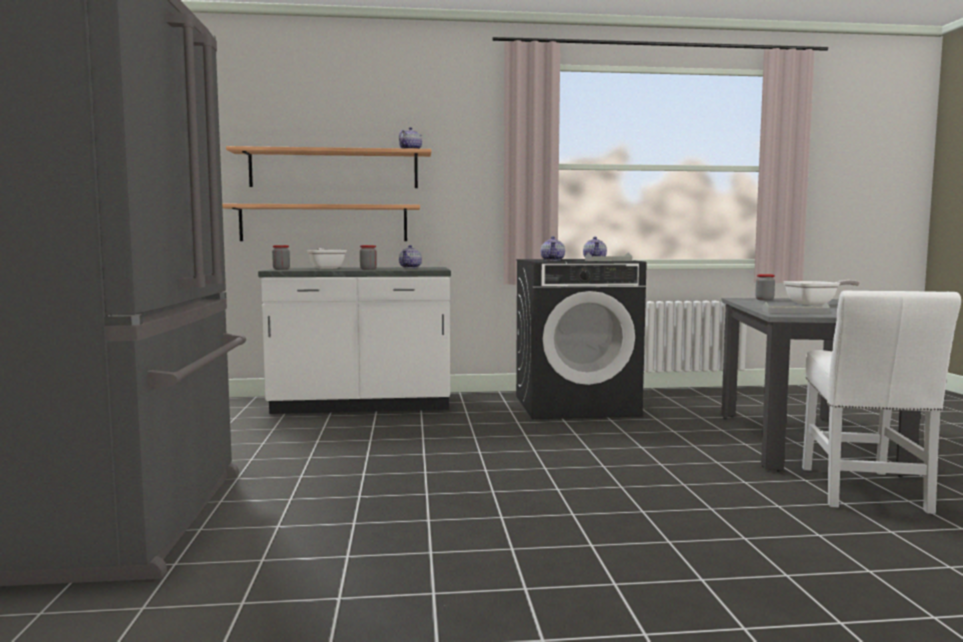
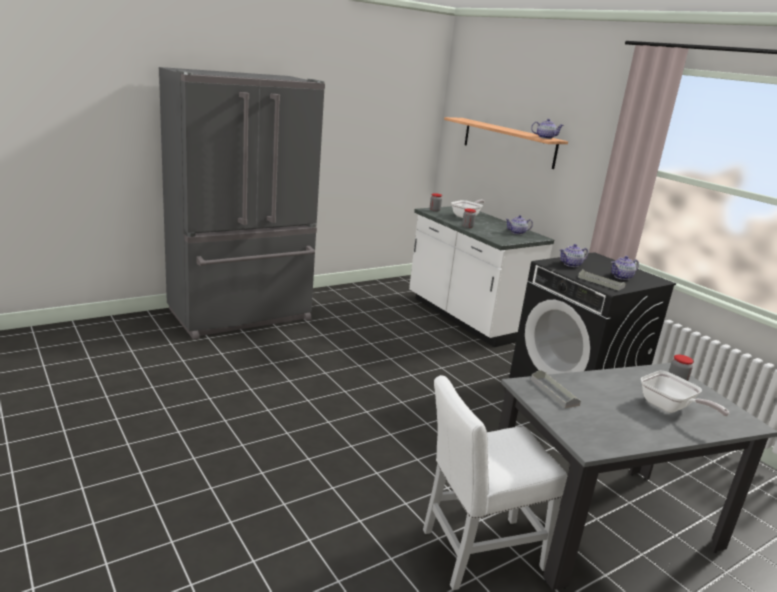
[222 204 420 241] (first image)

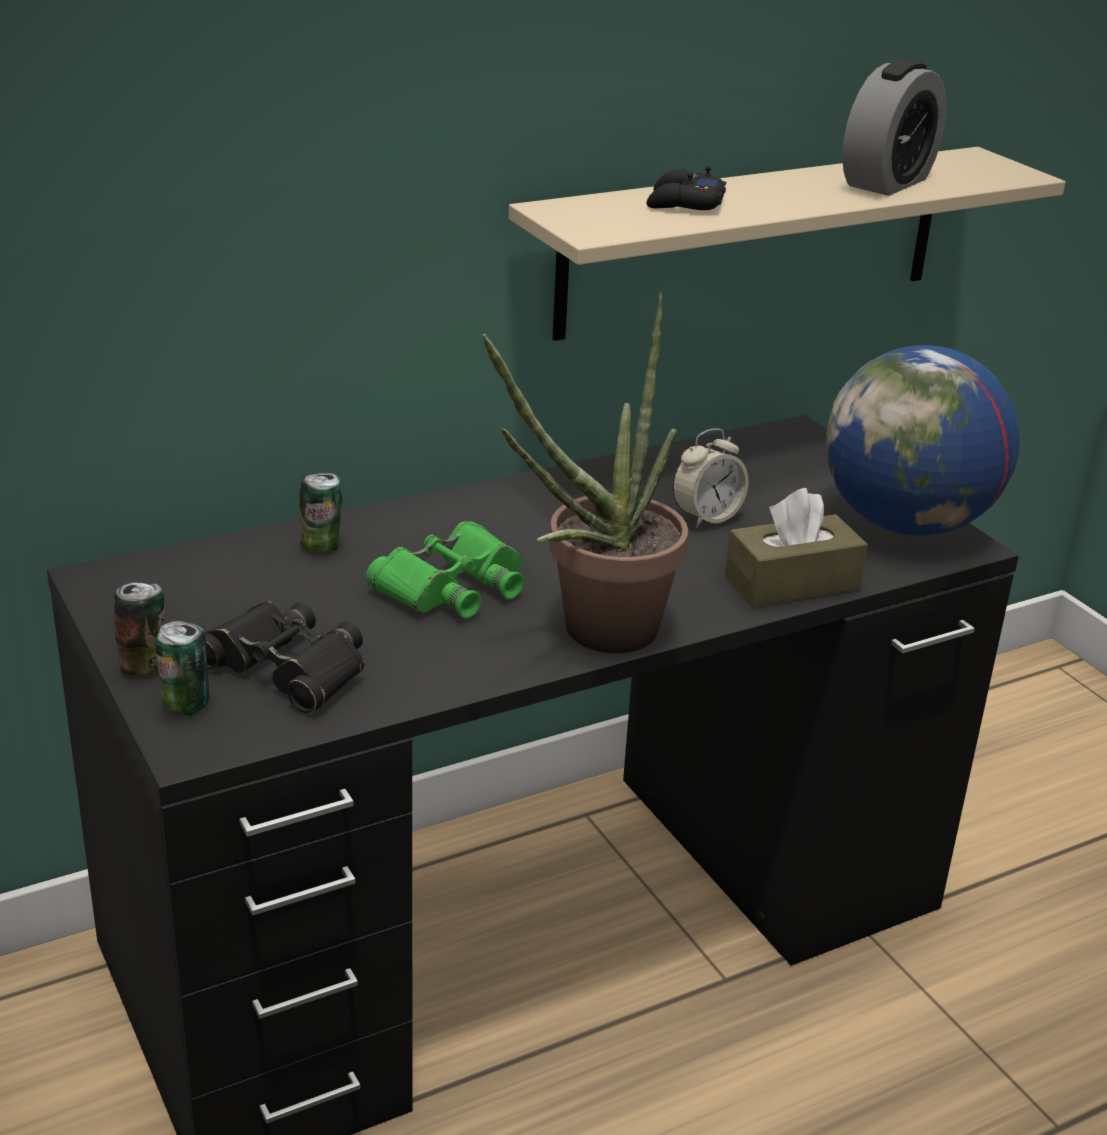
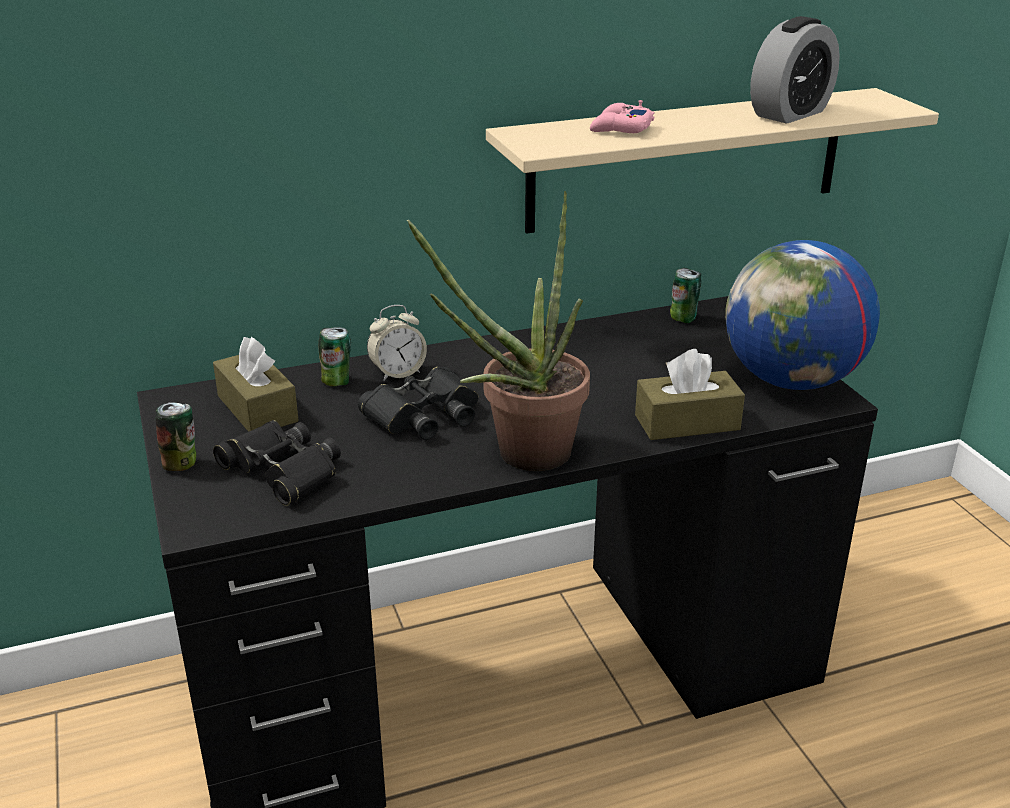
[213 337 299 432]
[670 268 701 323]
[367 305 427 381]
[358 367 479 440]
[590 100 655 133]

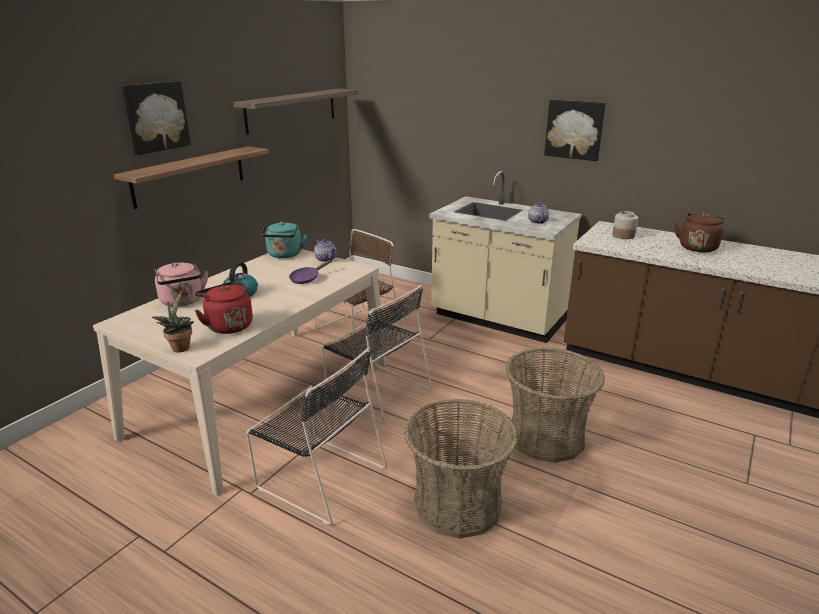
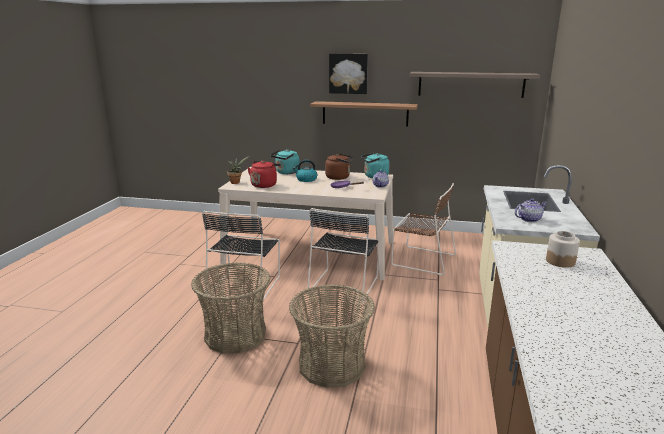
[544 100 606 161] (first image)
[325 153 352 180]
[270 149 300 174]

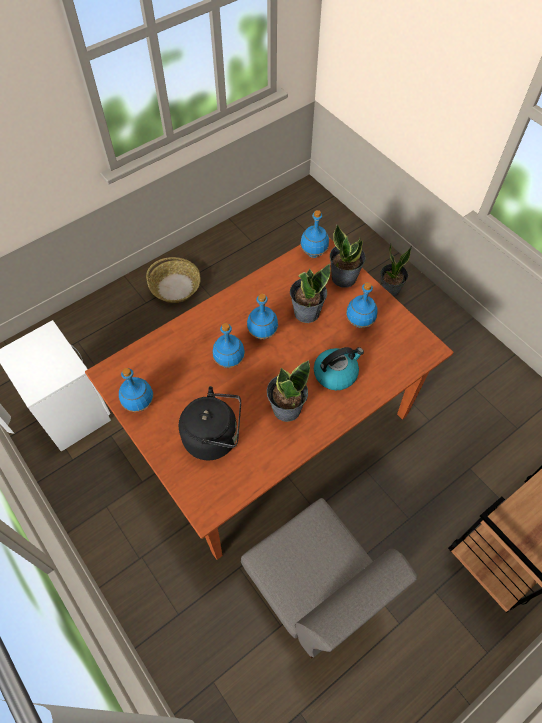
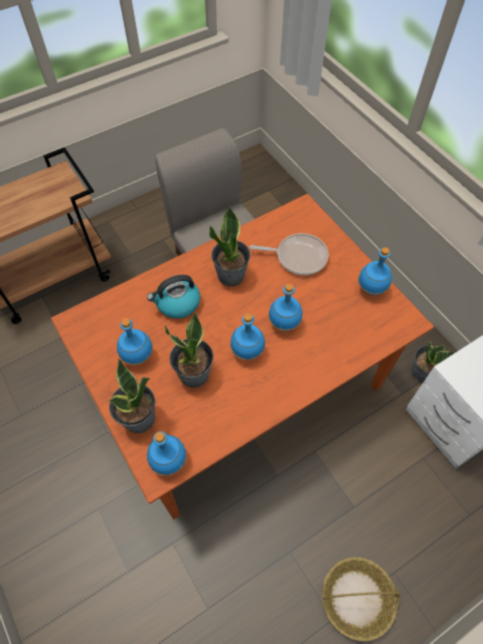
[411 342 455 382]
[250 233 329 275]

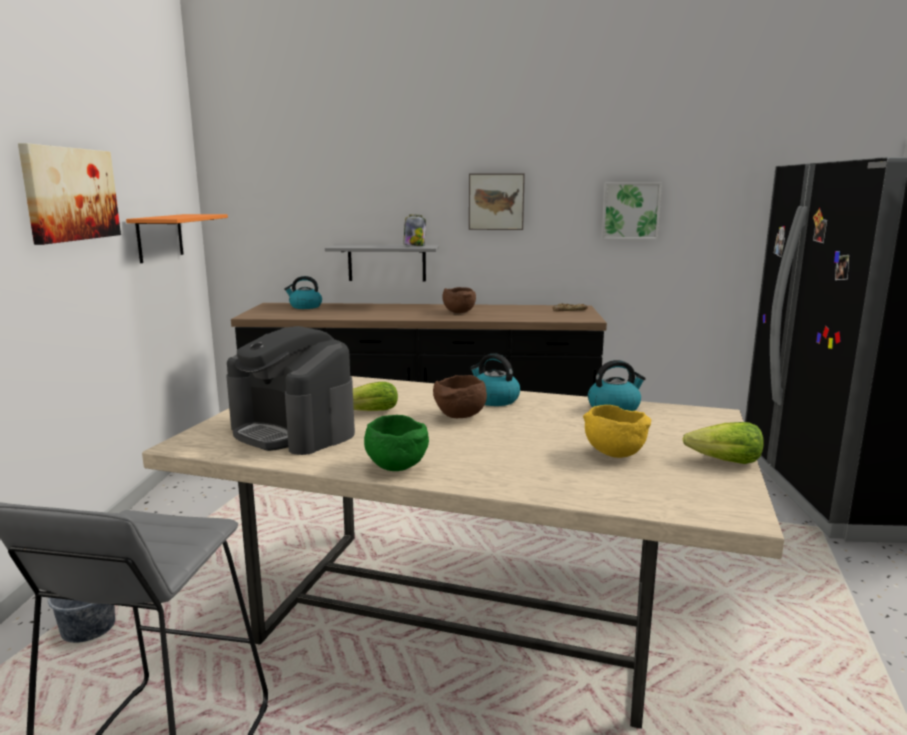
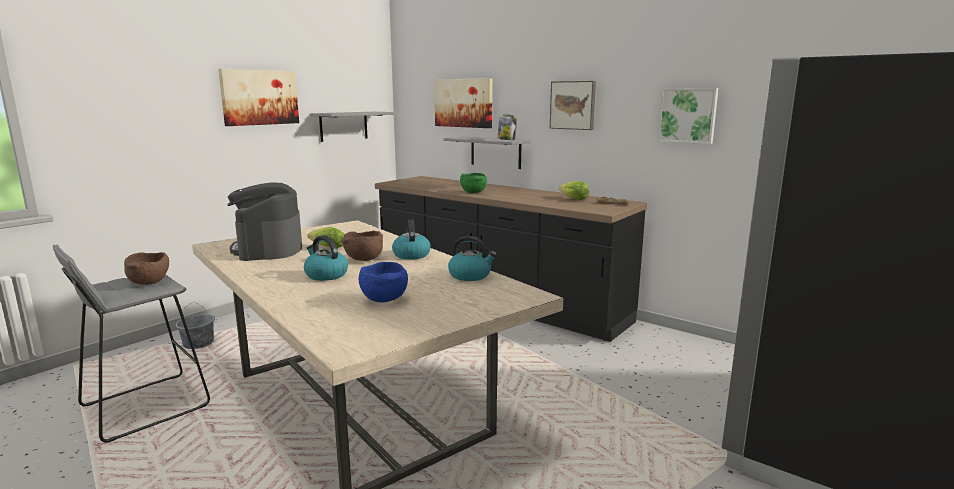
[434 78 492 128]
[304 235 348 281]
[460 173 487 193]
[124 252 169 285]
[559 181 589 200]
[310 112 394 142]
[359 262 408 302]

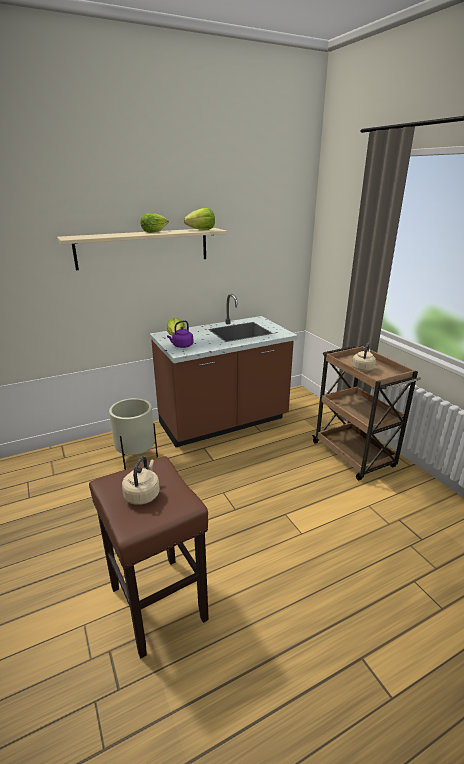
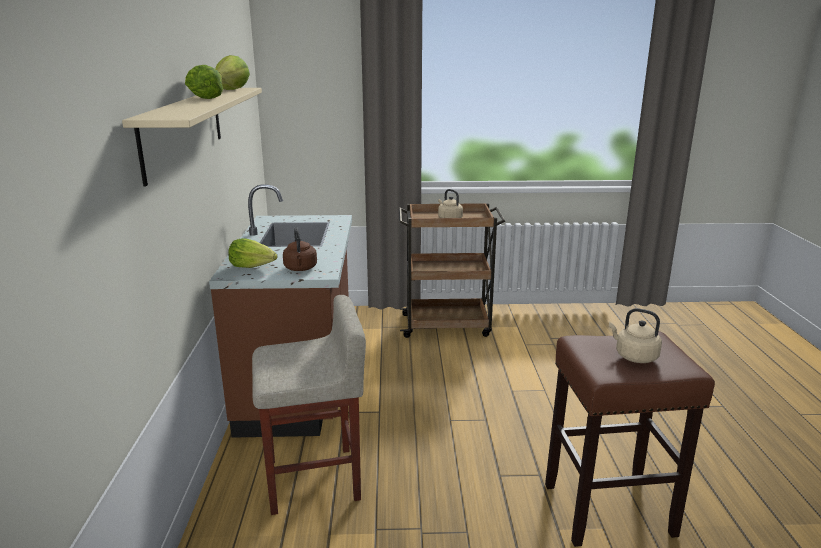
[252 295 366 515]
[283 227 317 271]

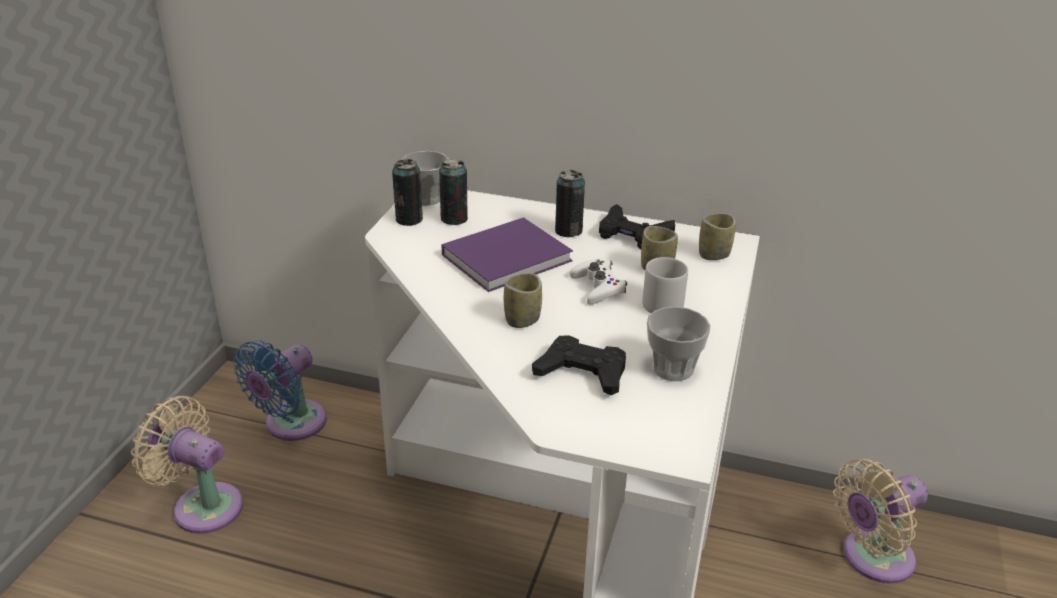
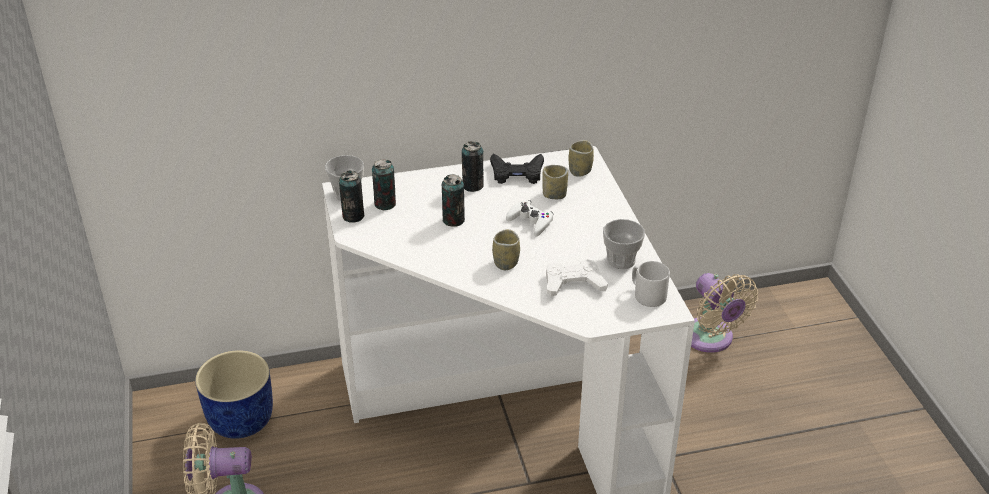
[632 261 670 307]
[195 350 273 439]
[442 174 465 227]
[546 259 608 297]
[691 273 758 353]

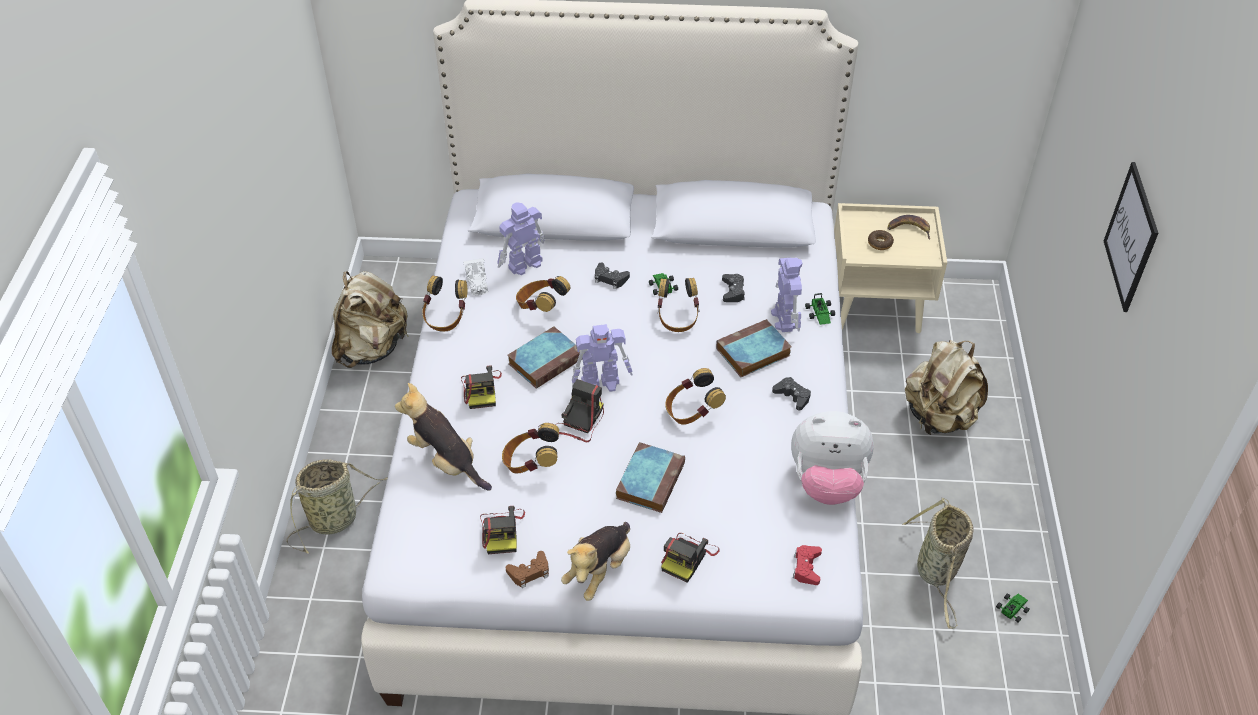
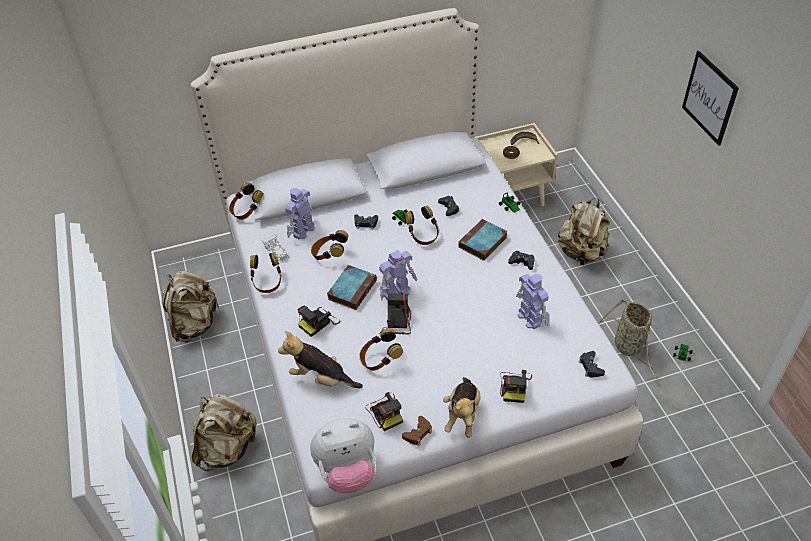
[616 442 685 513] (first image)
[229 182 264 220]
[516 274 549 329]
[310 418 375 493]
[192 394 257 471]
[579 351 605 378]
[297 305 341 337]

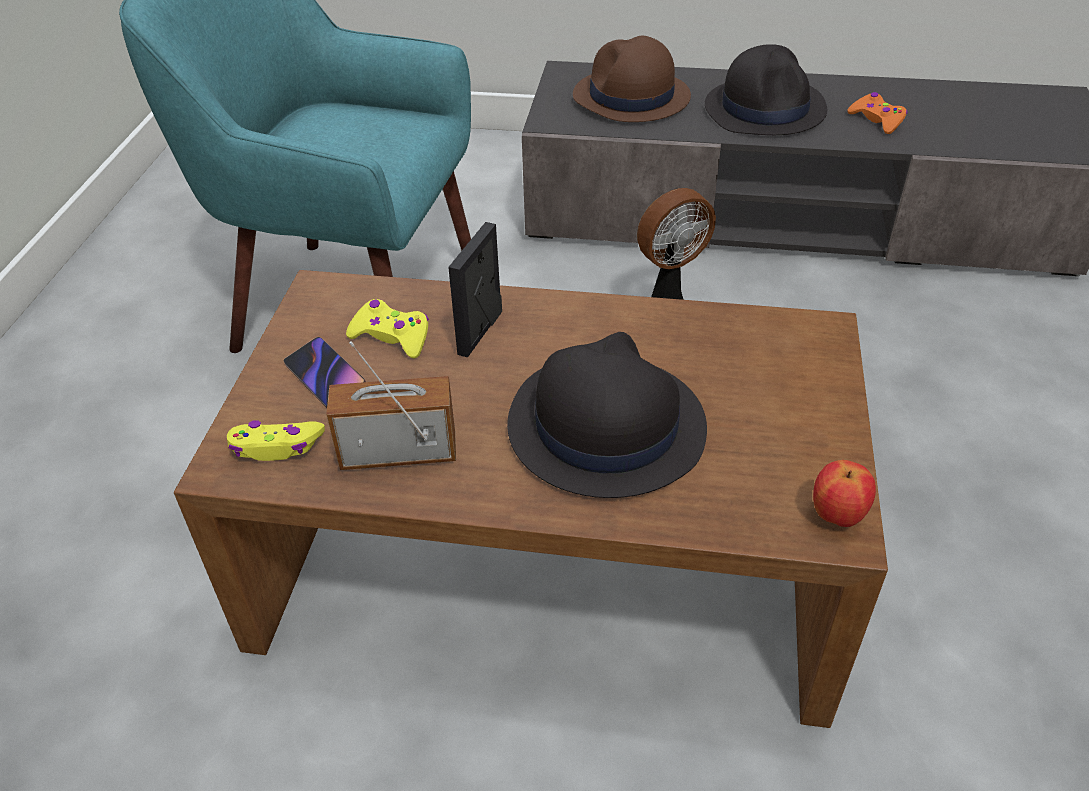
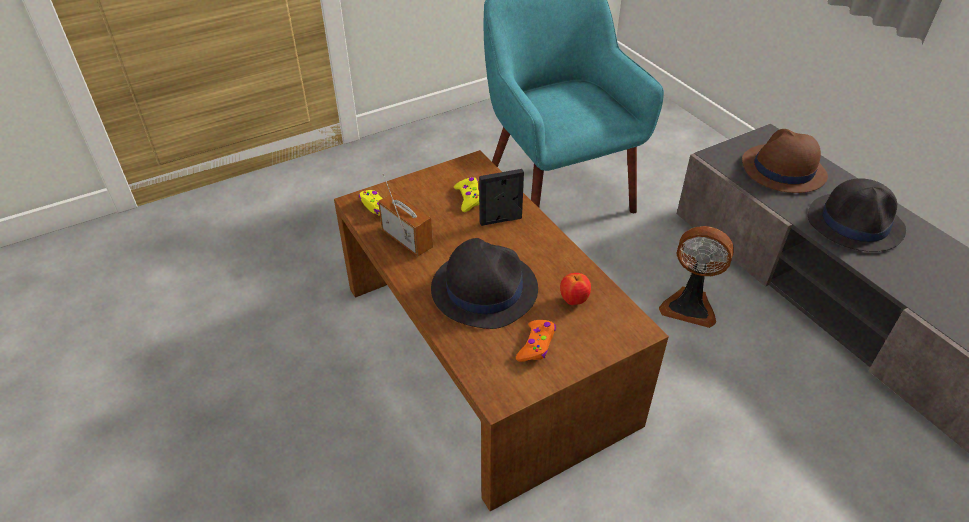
[283 337 366 408] (first image)
[560 273 591 305]
[516 320 556 362]

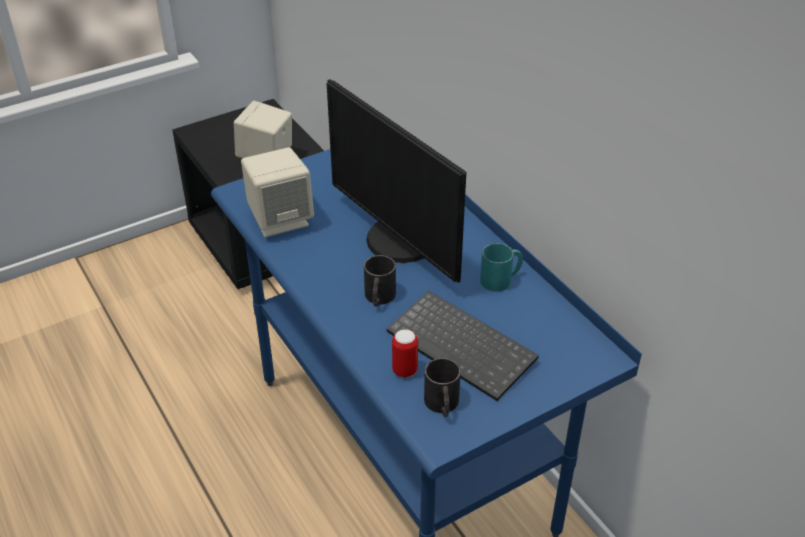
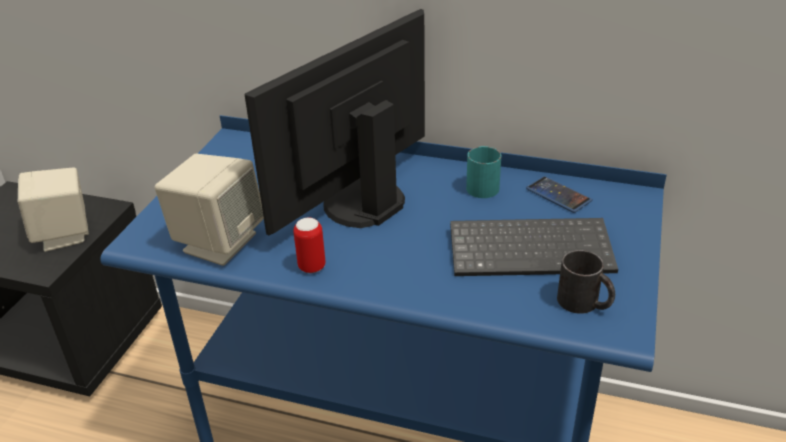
[364 255 396 306] (first image)
[526 176 592 213]
[293 218 326 273]
[245 9 425 235]

